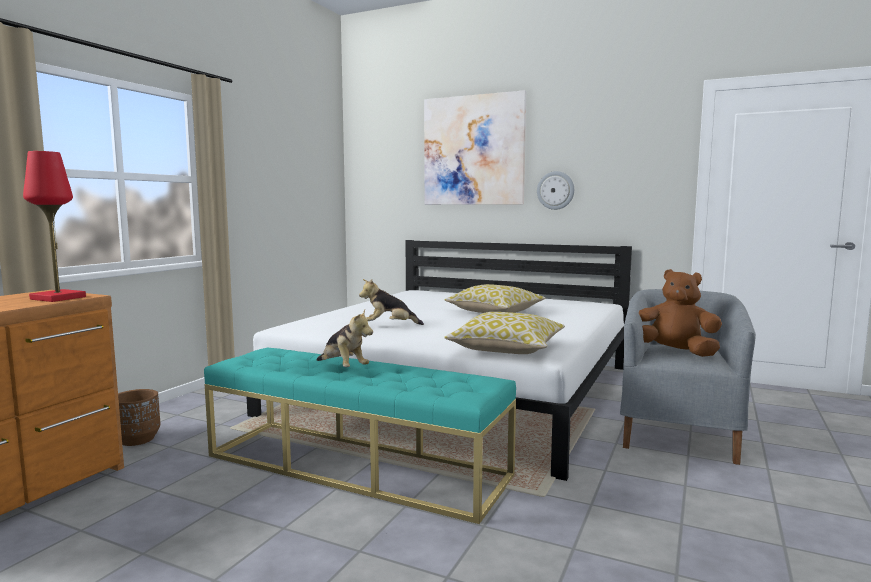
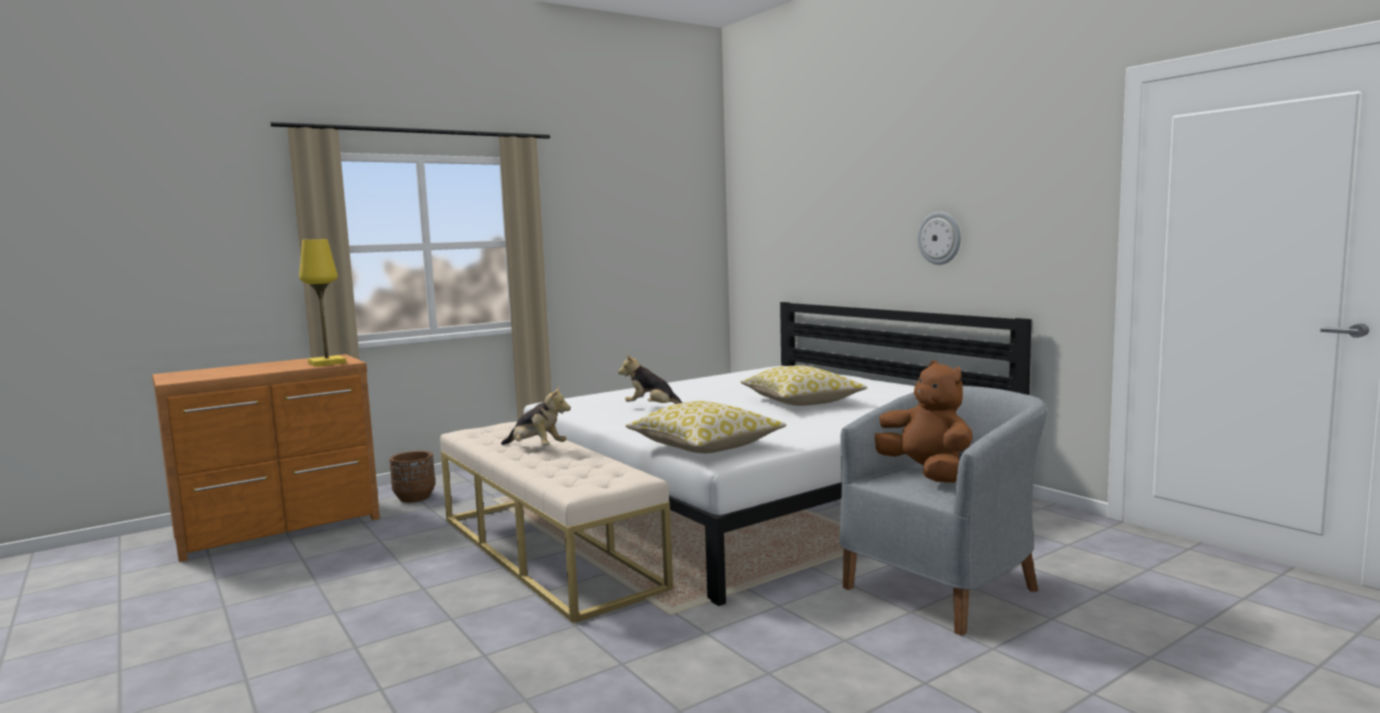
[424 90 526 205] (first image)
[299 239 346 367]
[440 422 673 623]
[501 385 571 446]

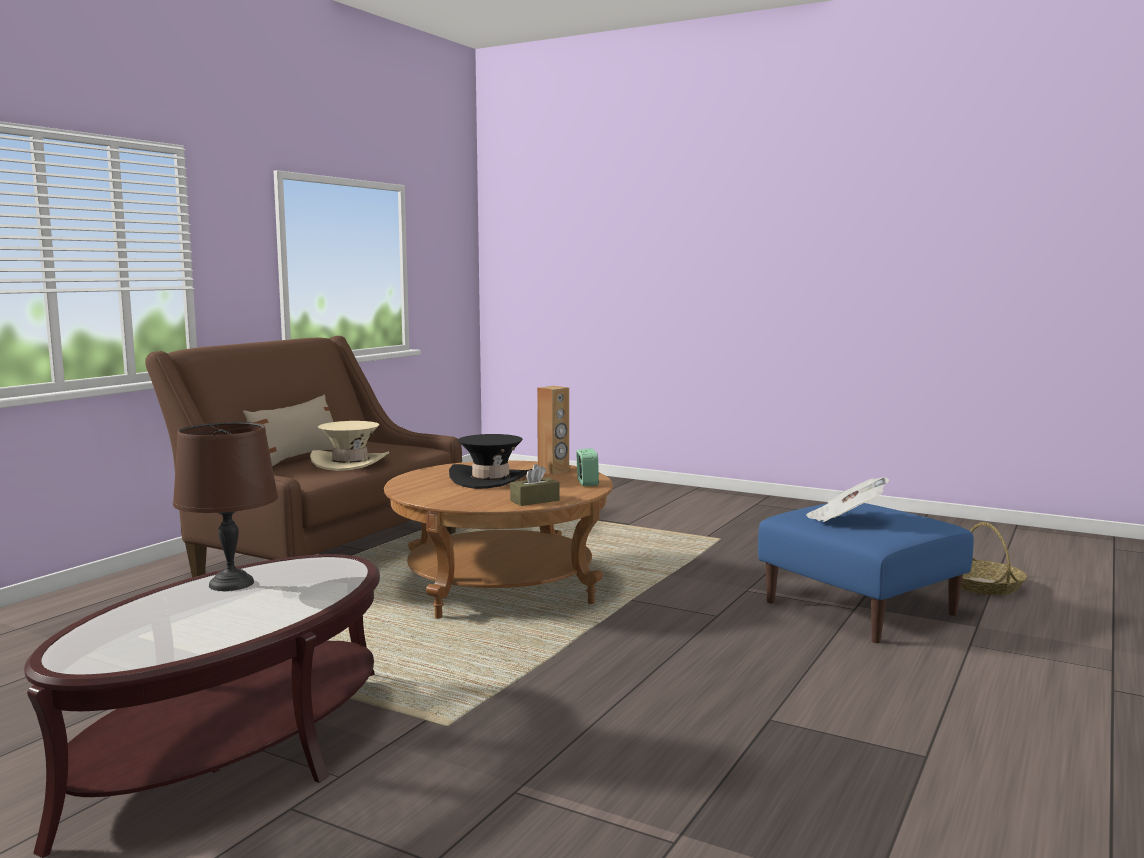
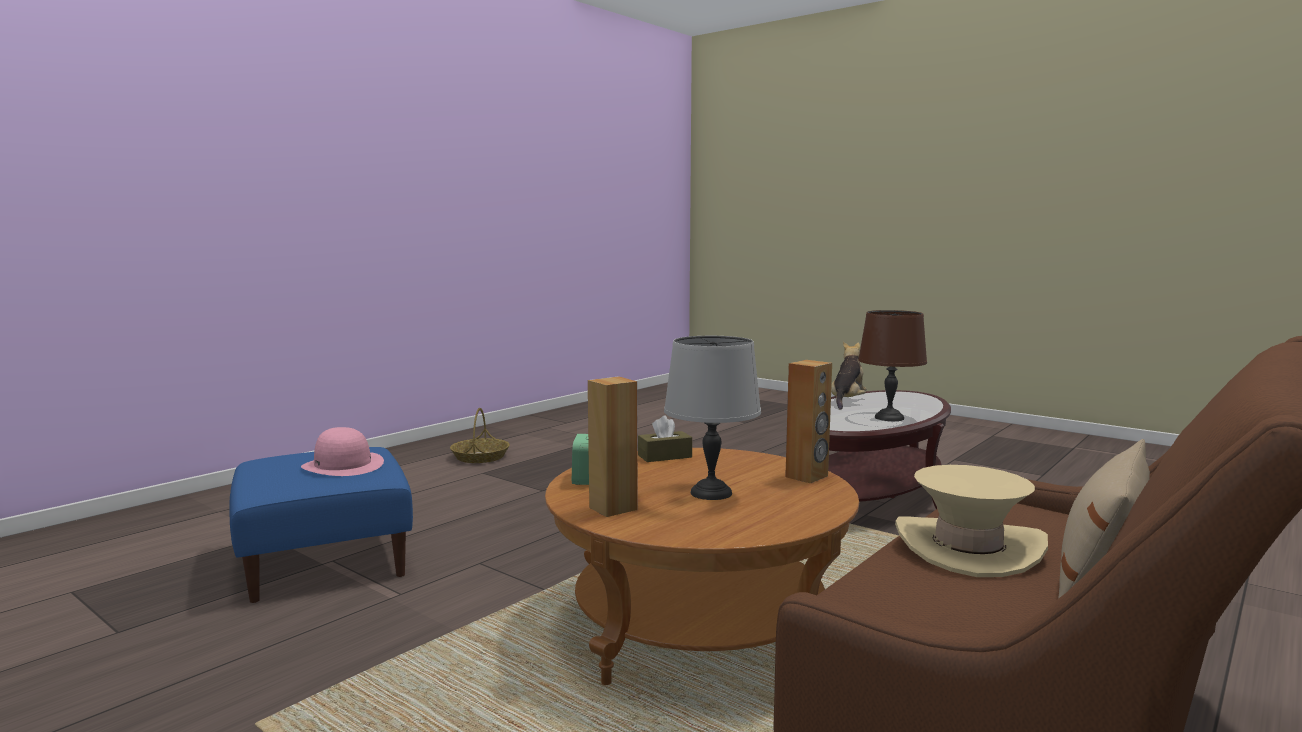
[785 360 832 483]
[831 342 867 410]
[450 408 510 463]
[664 336 761 500]
[301 427 384 476]

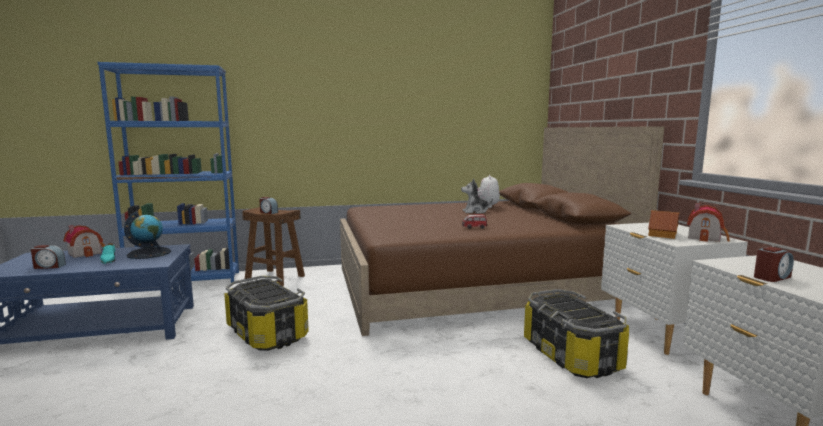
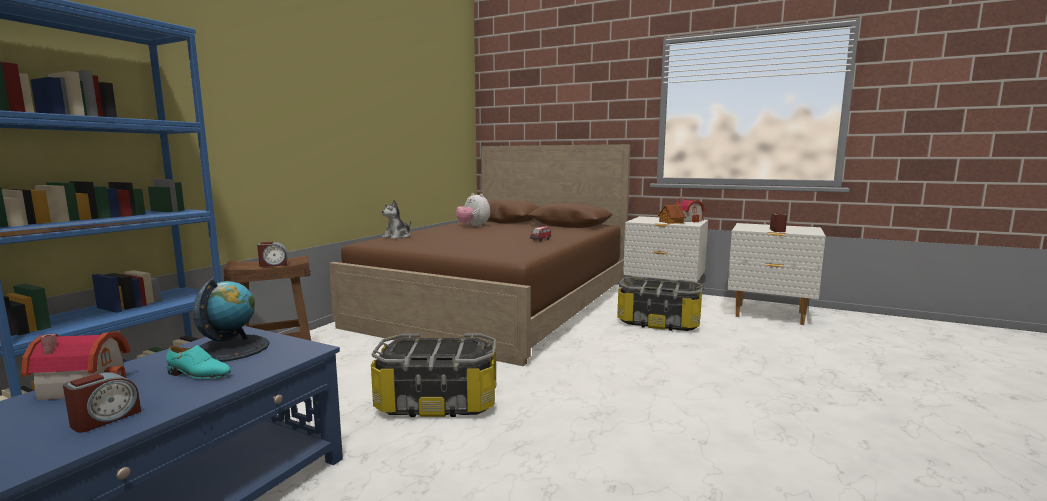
[382 200 411 239]

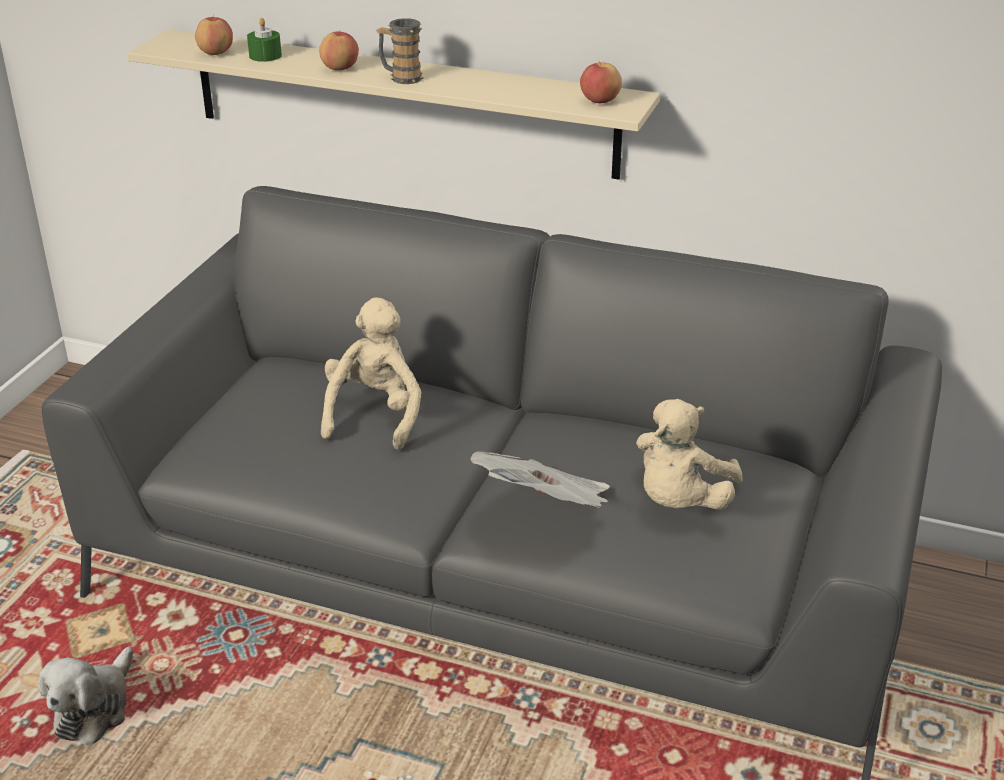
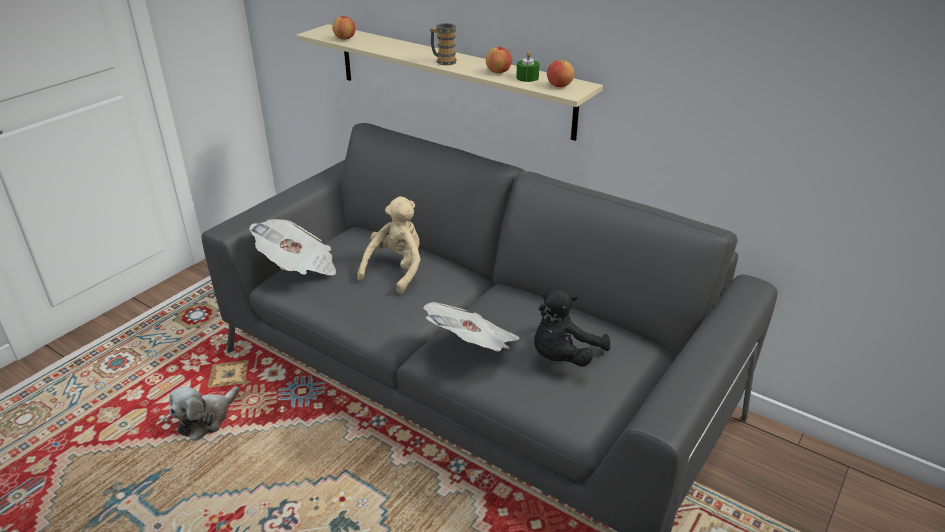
[249 219 336 275]
[516 51 539 82]
[486 46 512 73]
[534 287 610 367]

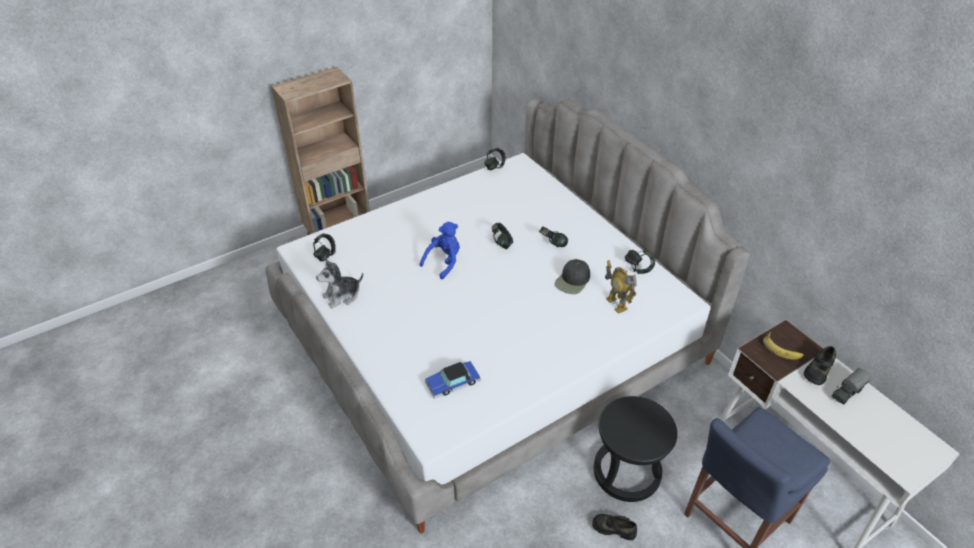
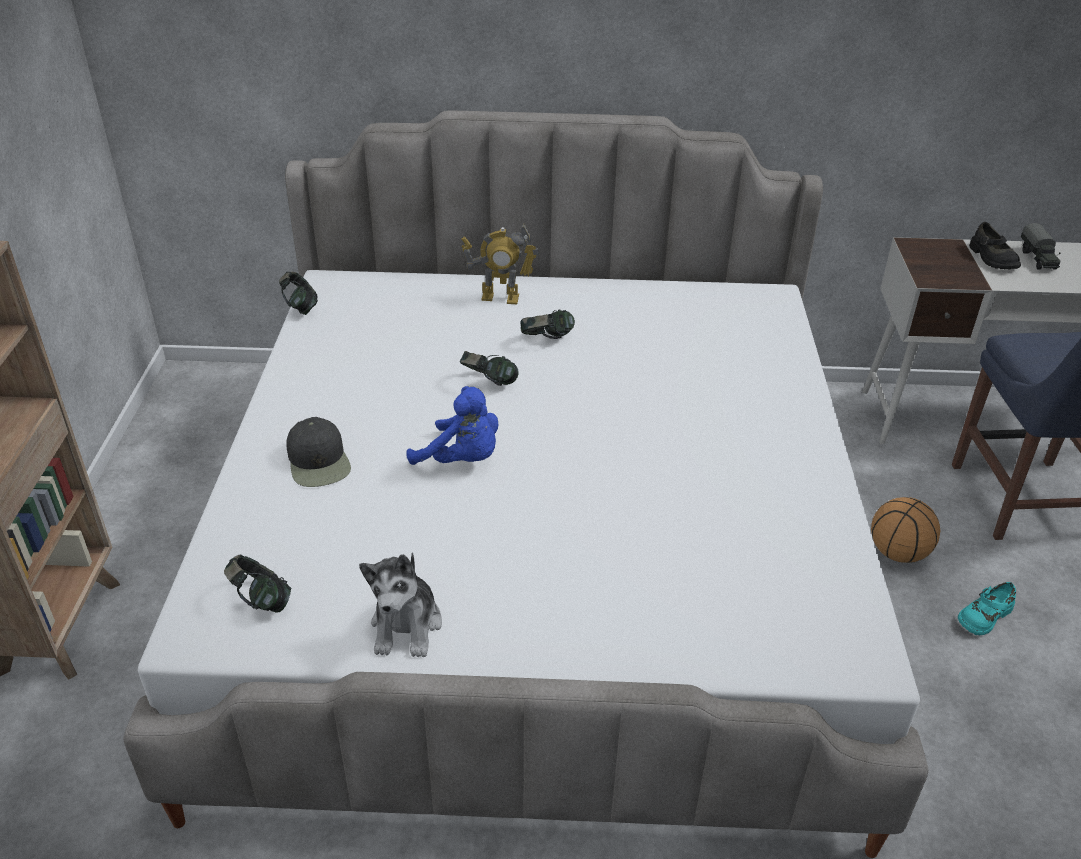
[425 361 481 399] (first image)
[625 250 655 274] (first image)
[763 332 804 359] (first image)
[286 417 351 487]
[461 224 539 304]
[871 497 940 563]
[958 582 1016 635]
[406 386 498 465]

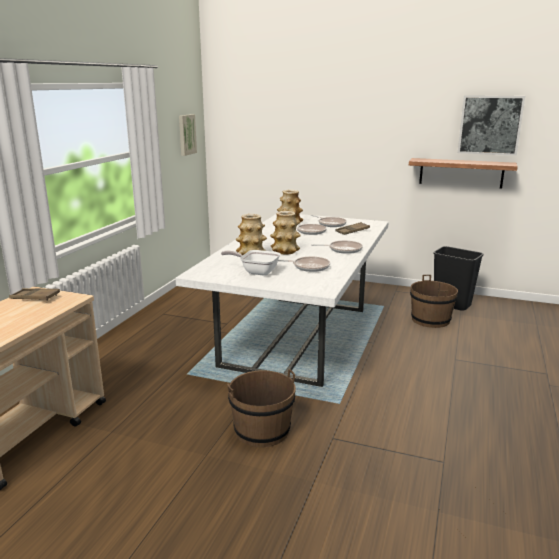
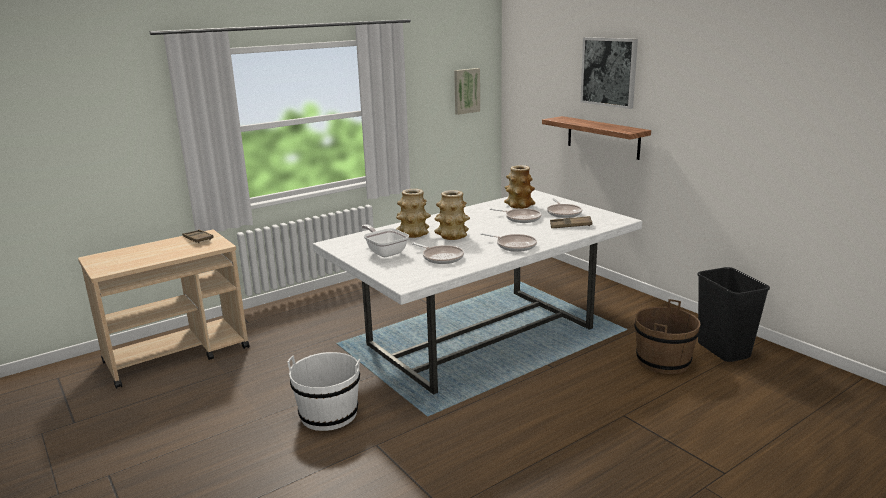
[542 116 651 160]
[580 37 638 109]
[287 352 360 431]

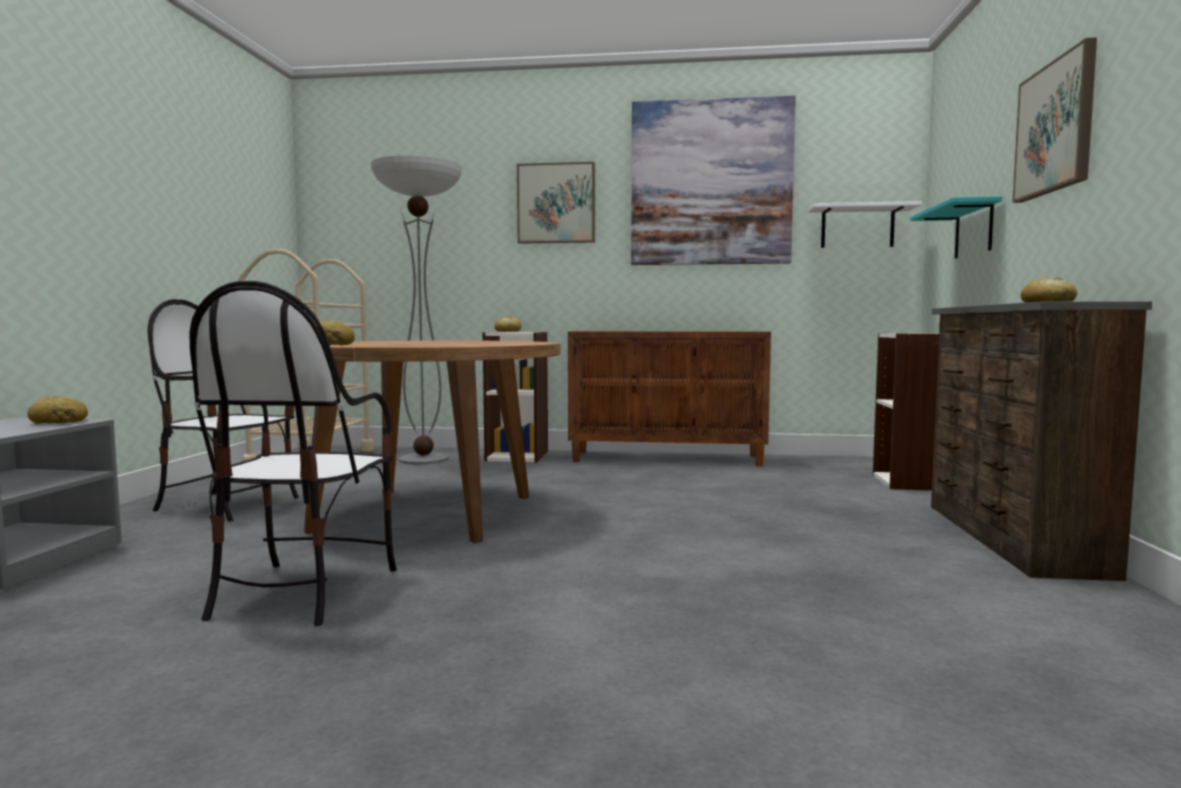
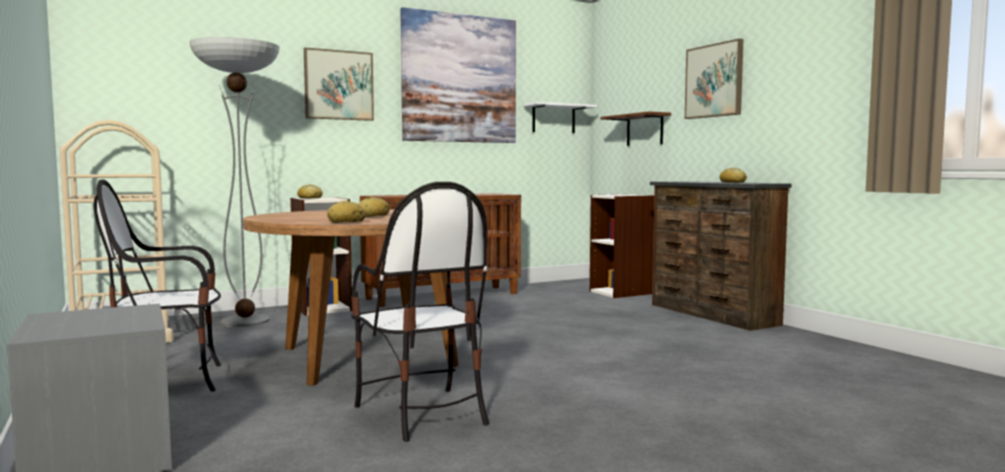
[358 197 390 217]
[601 111 671 146]

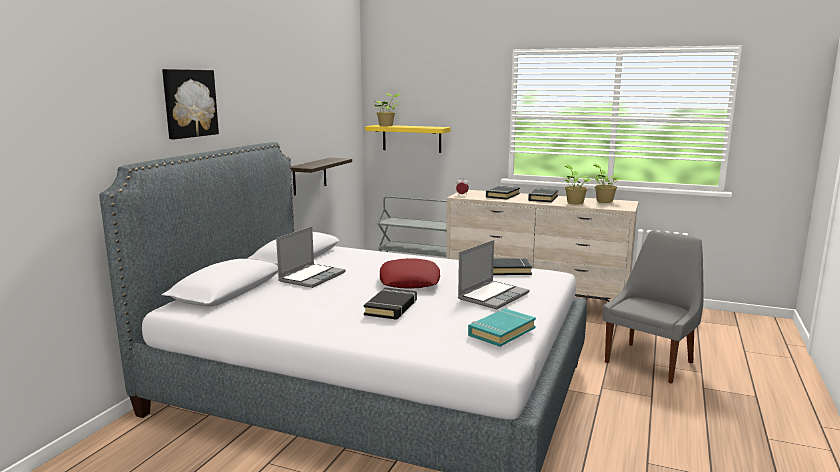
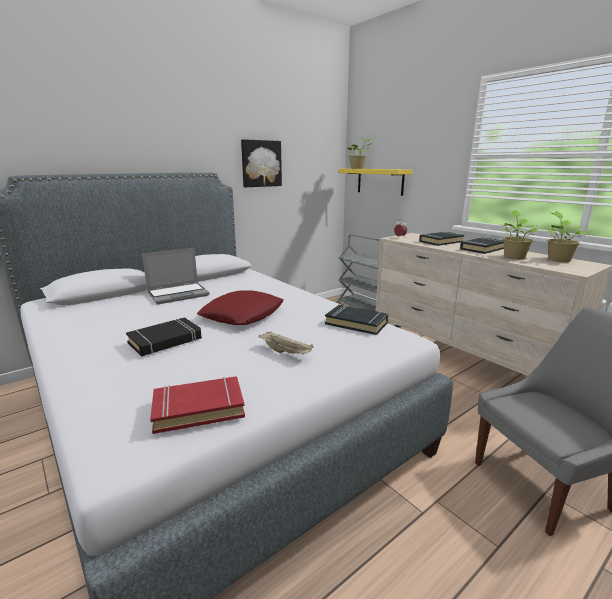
[291 158 352 195] (first image)
[241 139 282 187]
[259 332 313 354]
[150 376 245 434]

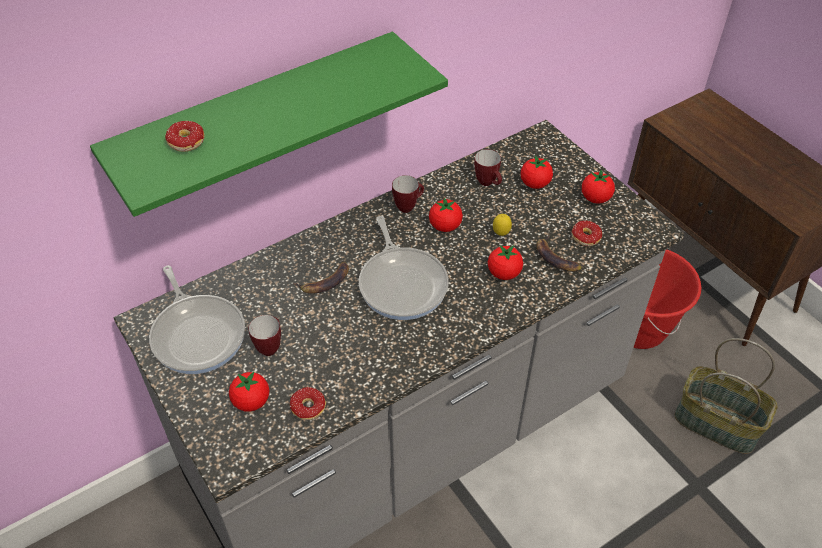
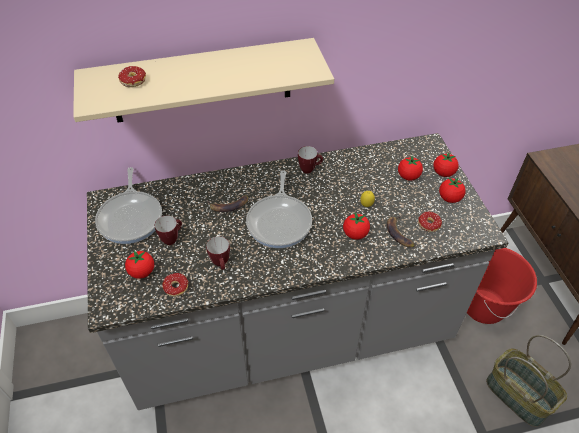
[433 152 458 177]
[206 236 230 270]
[73 38 334 123]

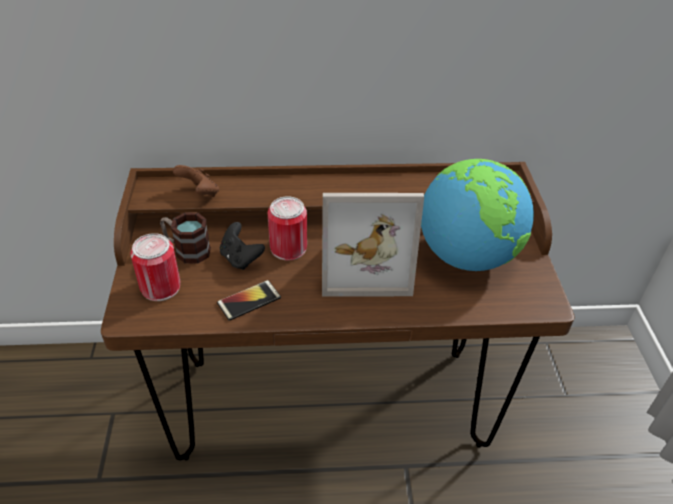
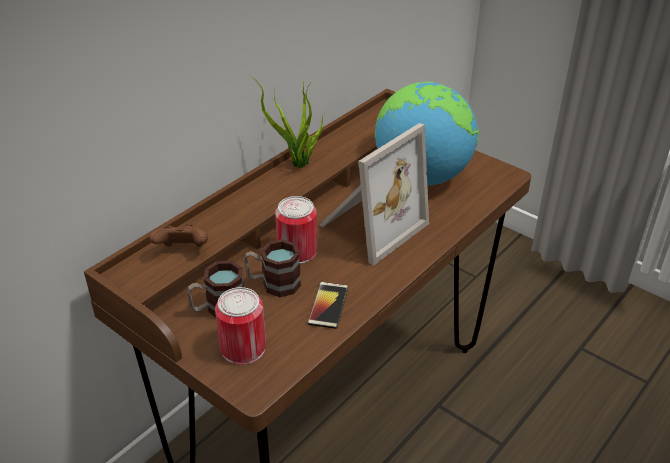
[250 75 324 168]
[244 239 301 297]

